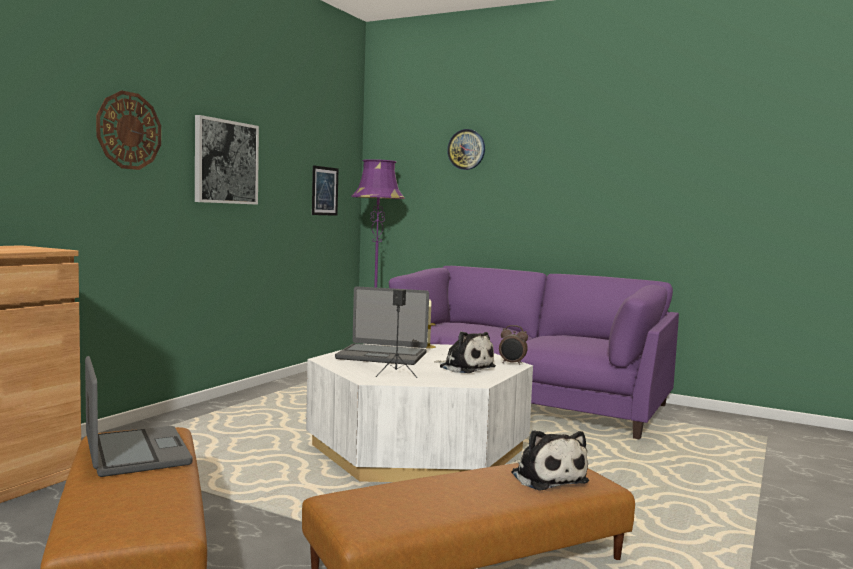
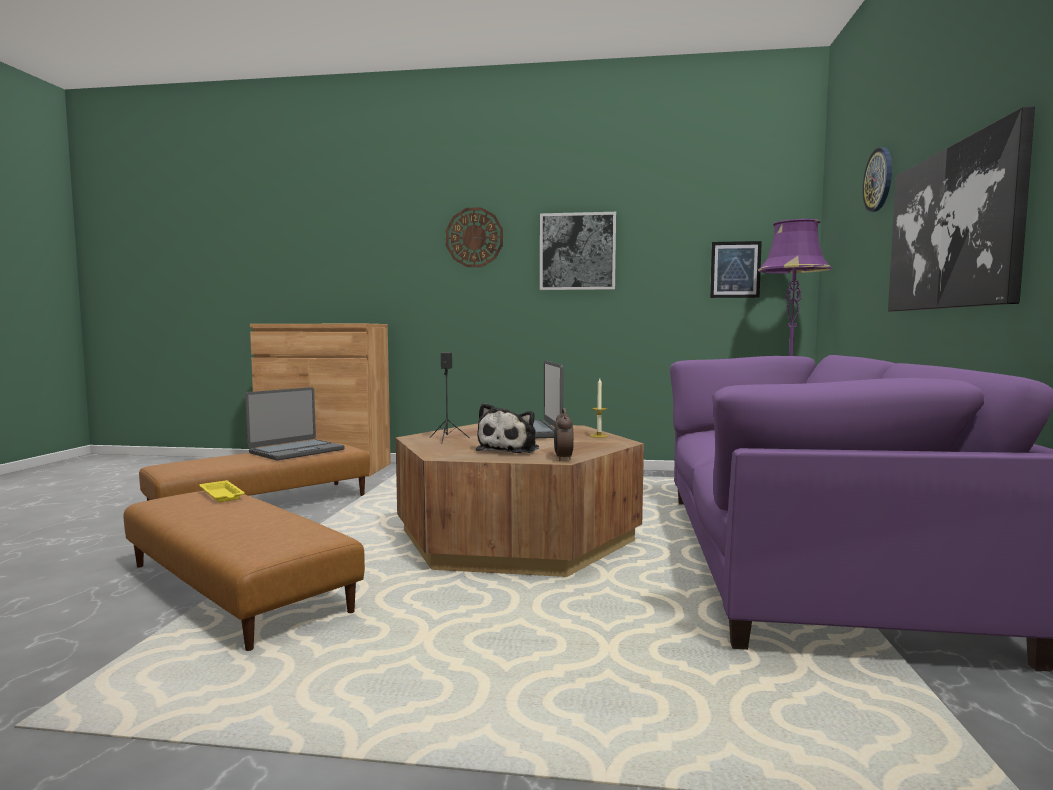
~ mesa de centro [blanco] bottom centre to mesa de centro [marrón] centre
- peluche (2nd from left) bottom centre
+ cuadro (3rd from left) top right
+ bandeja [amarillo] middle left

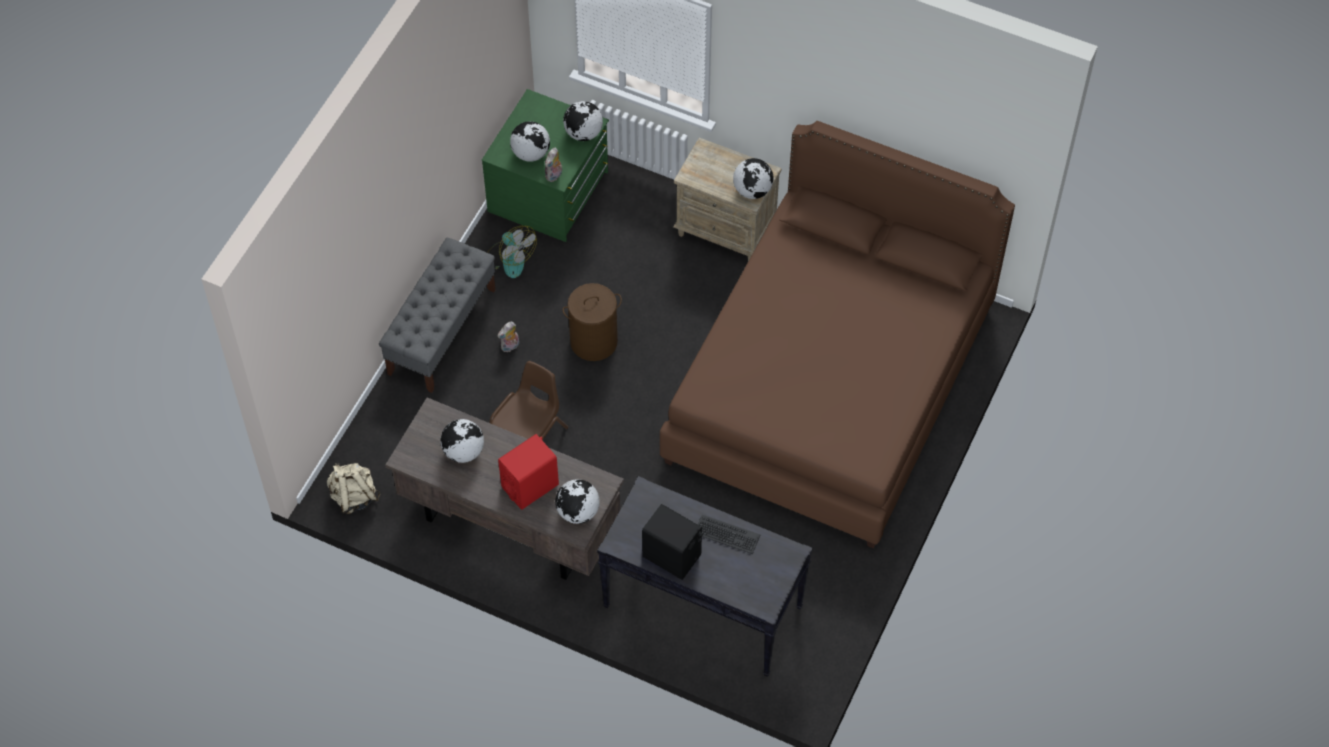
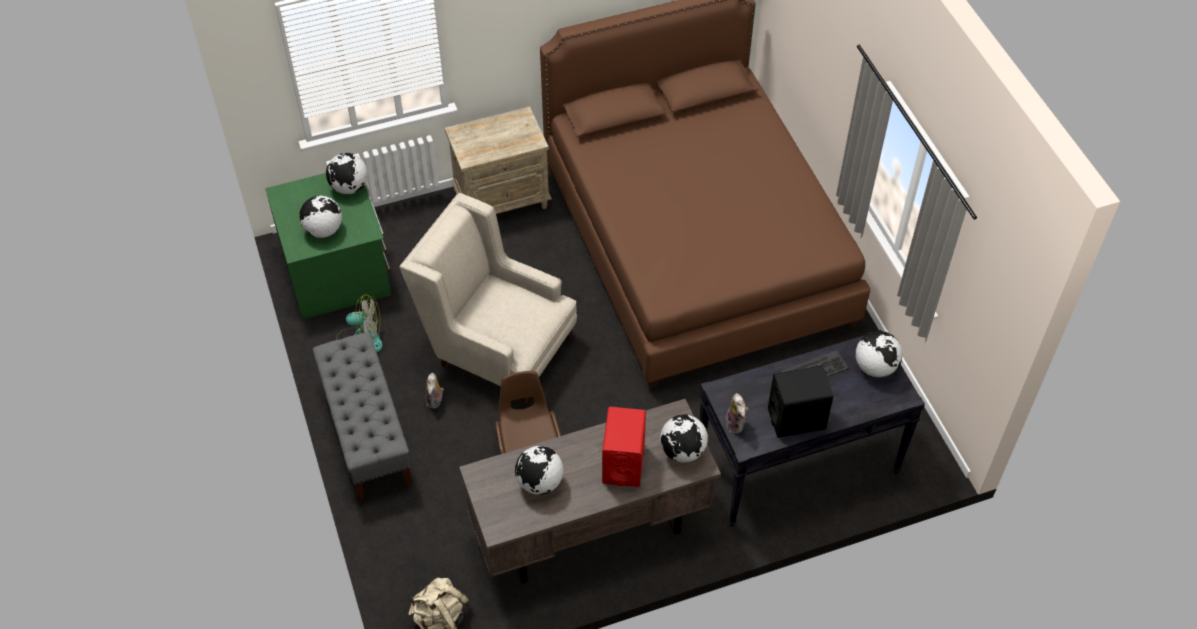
~ peluche (2nd from left) top centre to centre
~ globo terráqueo (5th from left) top centre to middle right
~ cesto de la ropa [marrón] centre to sillón [beis] centre

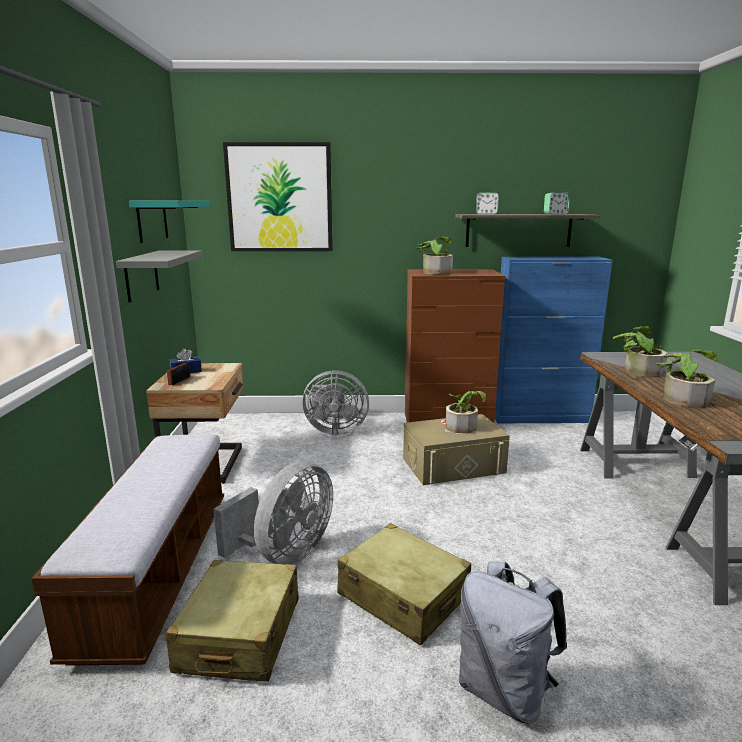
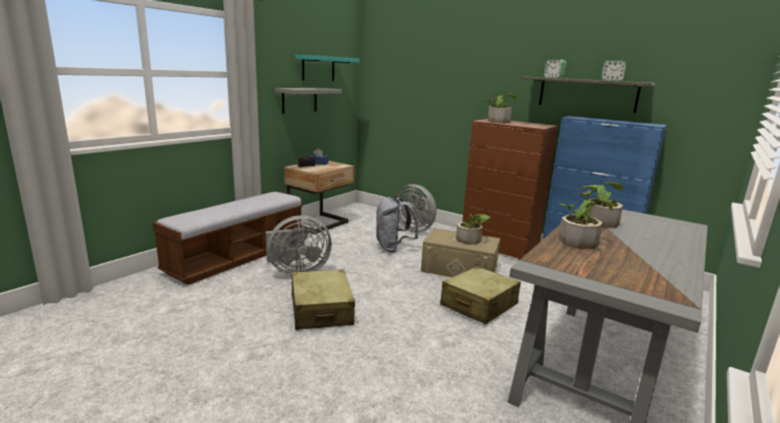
- cuadro top centre
~ maleta [beis] (1st from left in the first image) bottom left to maleta [beis] (2nd from left) bottom centre
~ mochila [gris] bottom right to centre

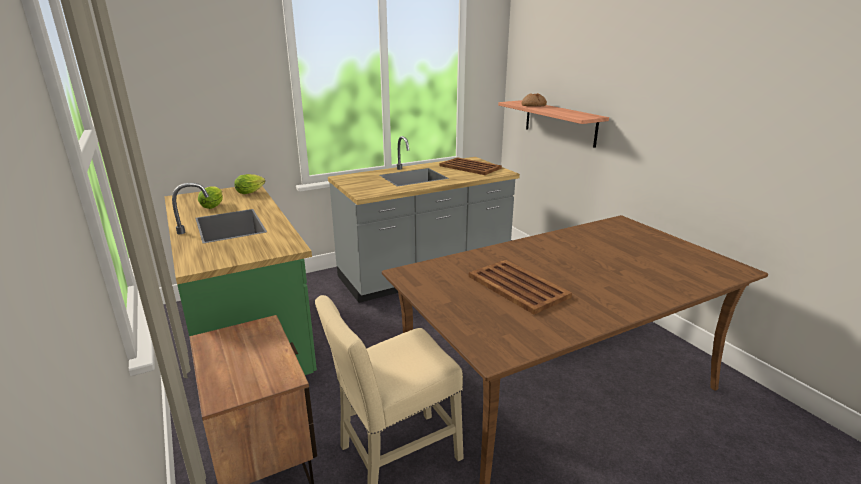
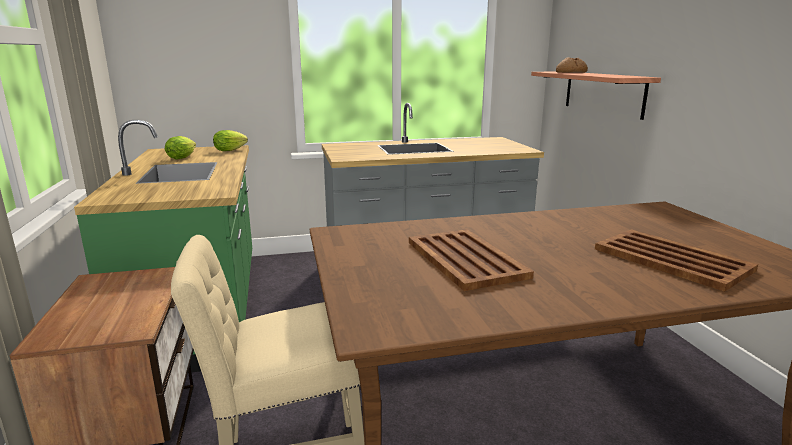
~ bandeja [marrón] (1st from left in the first image) centre to bandeja [marrón] (2nd from left) middle right

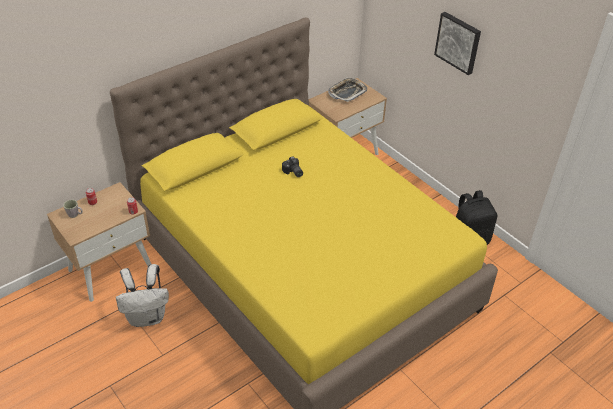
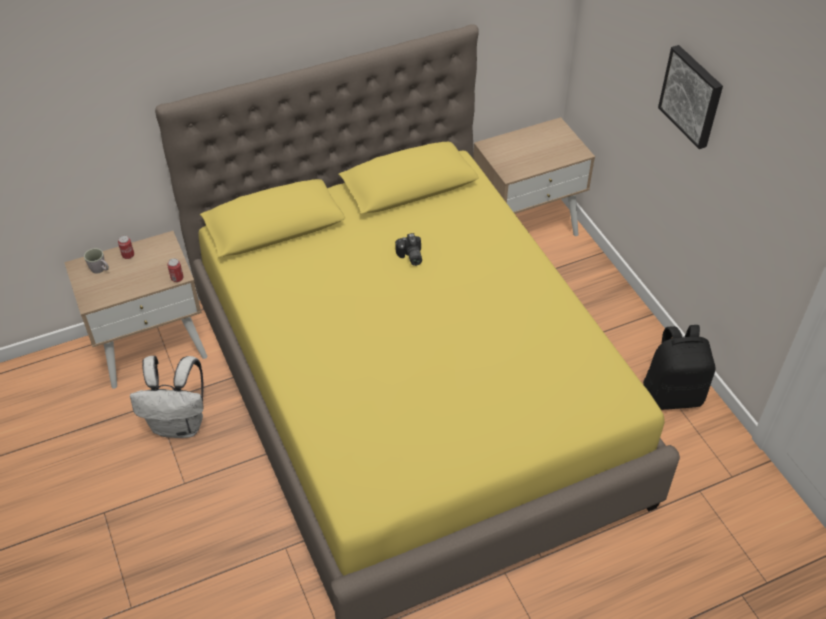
- bandeja top centre

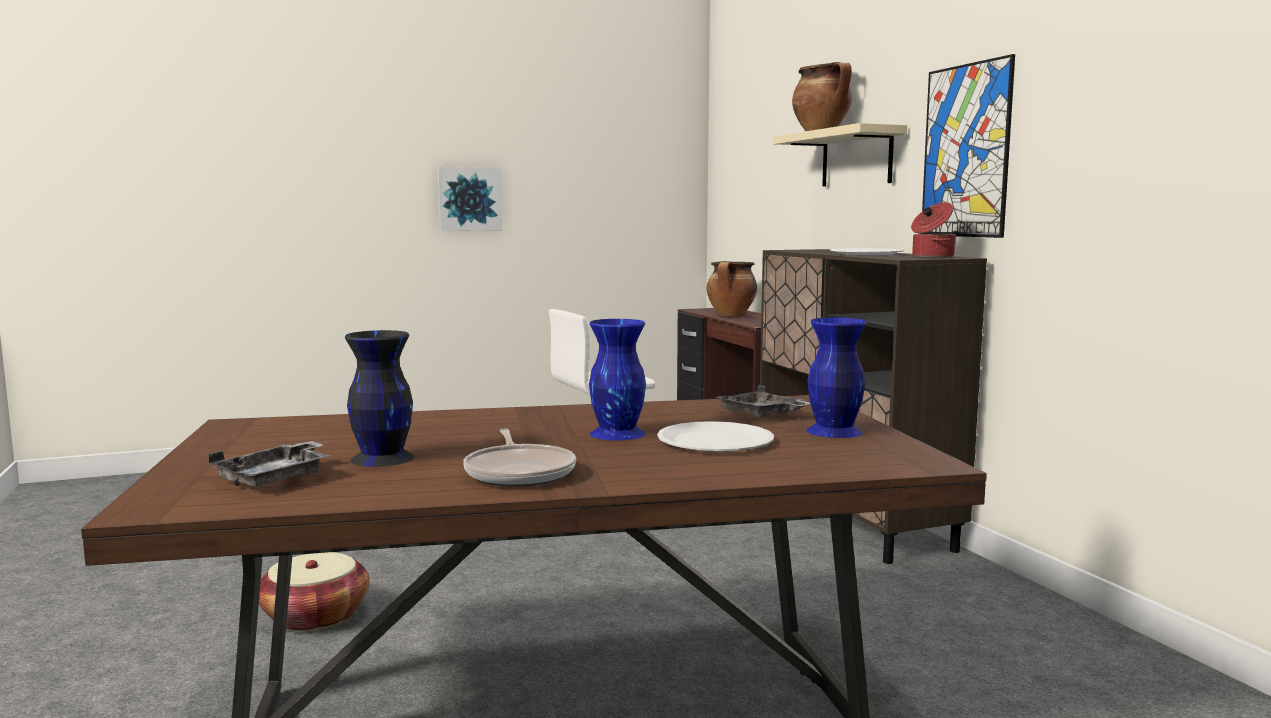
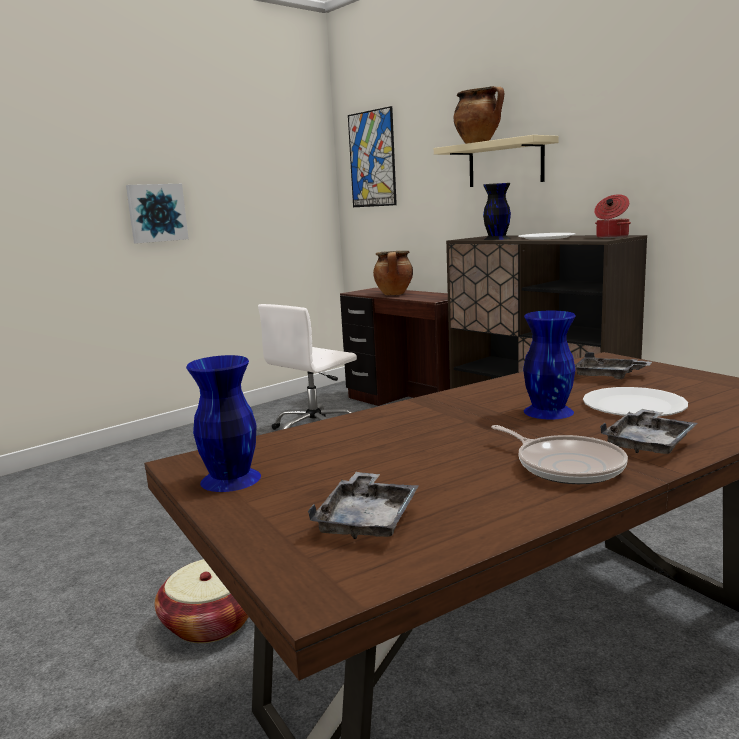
~ cuadro (2nd from left) top right to top centre
~ florero [azul] (2nd from left in the first image) centre to florero [azul] (1st from left) middle left
~ florero [negro] middle left to top right
+ bandeja [gris] (3rd from left) middle right

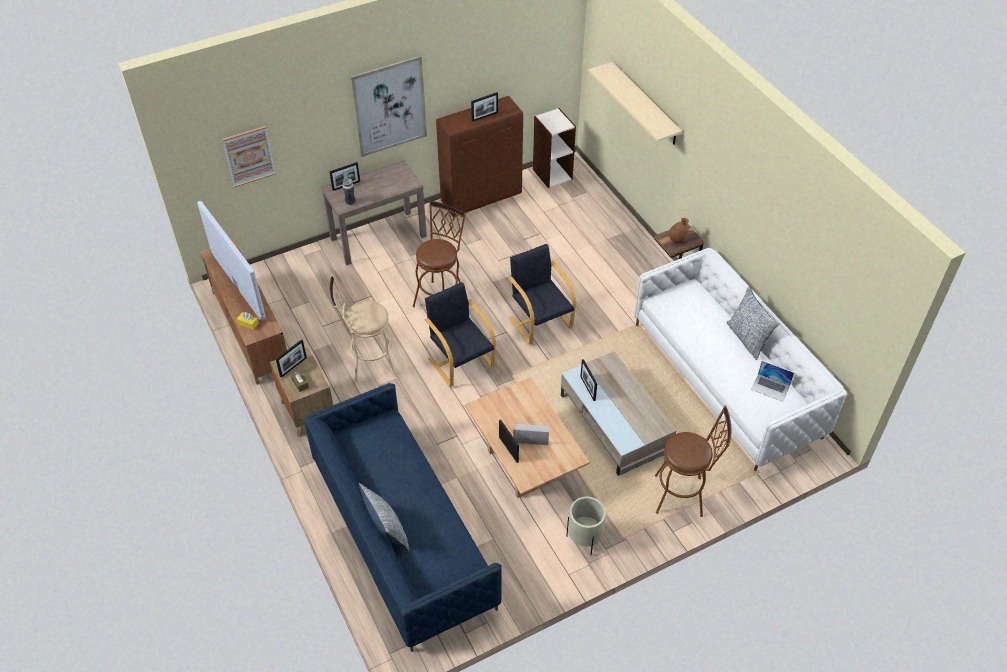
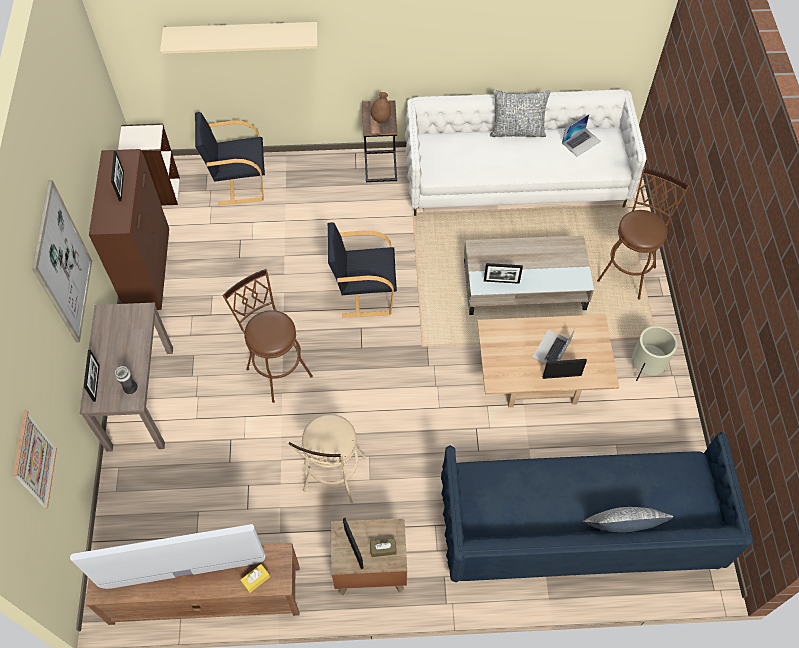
~ sillón [negro] (1st from left) centre to top left

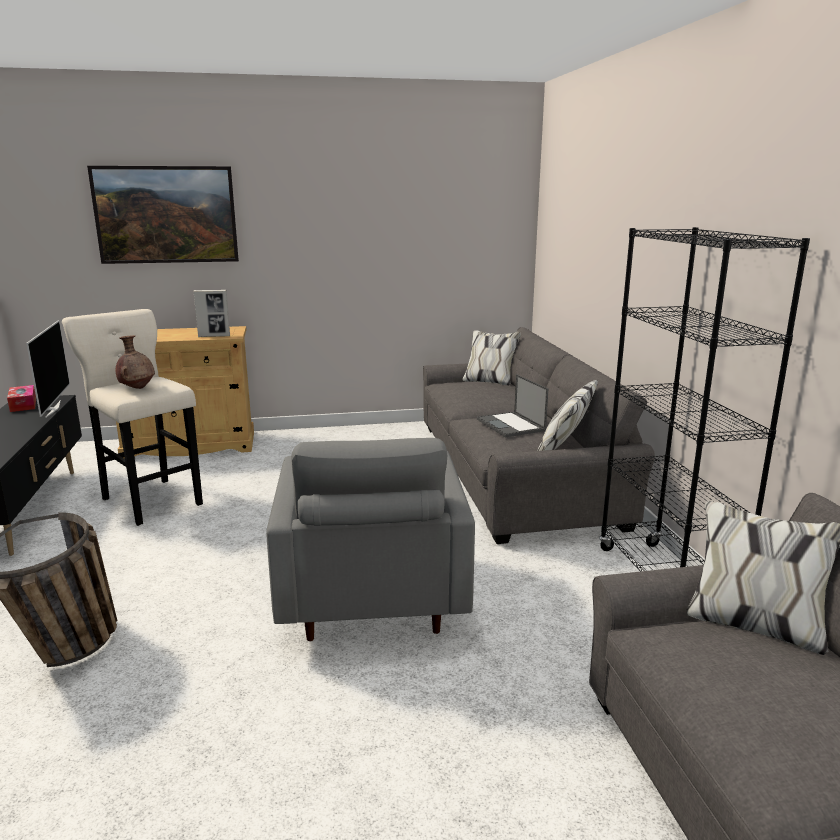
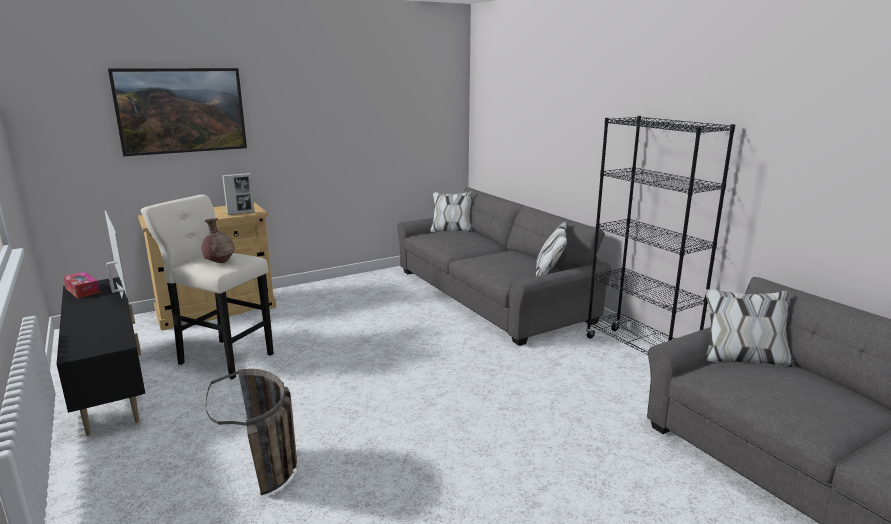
- portátil centre
- sillón [gris] centre

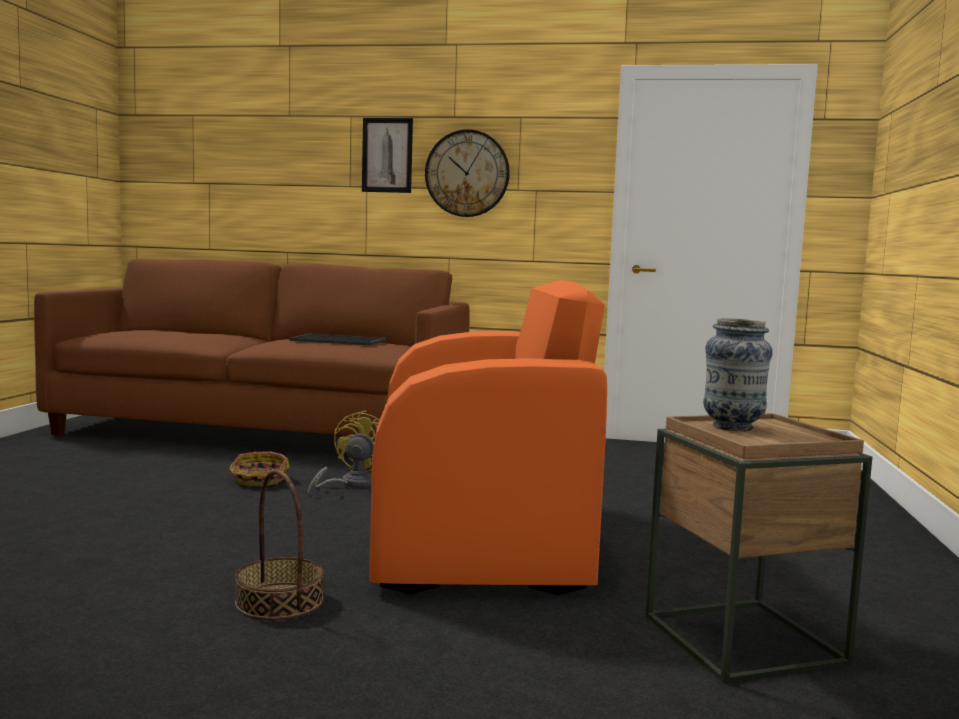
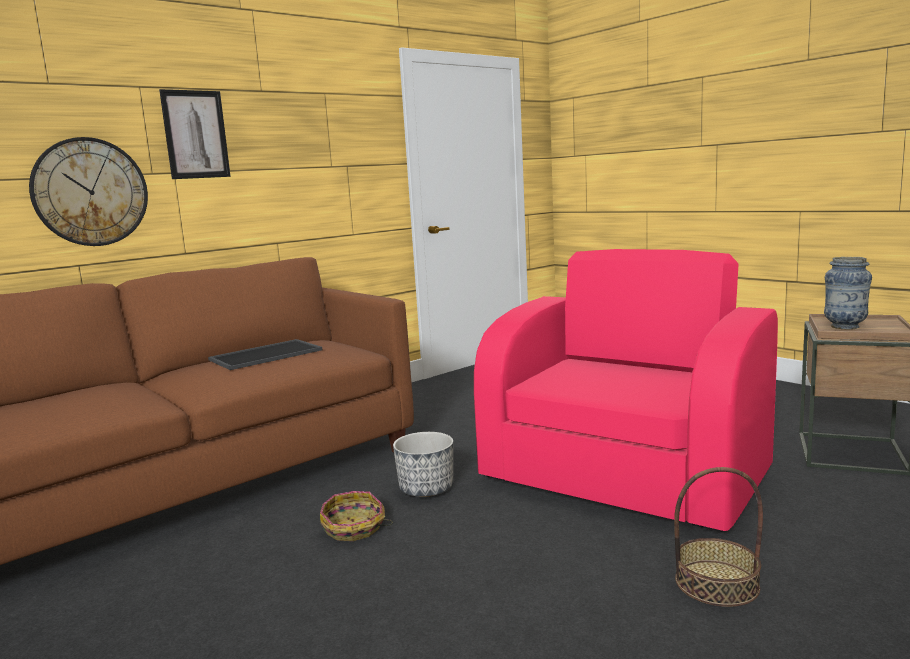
~ reloj de pared top centre to top left
~ sillón [naranja] centre to sillón [rosa] middle right
~ ventilador [amarillo] centre to maceta bottom centre

